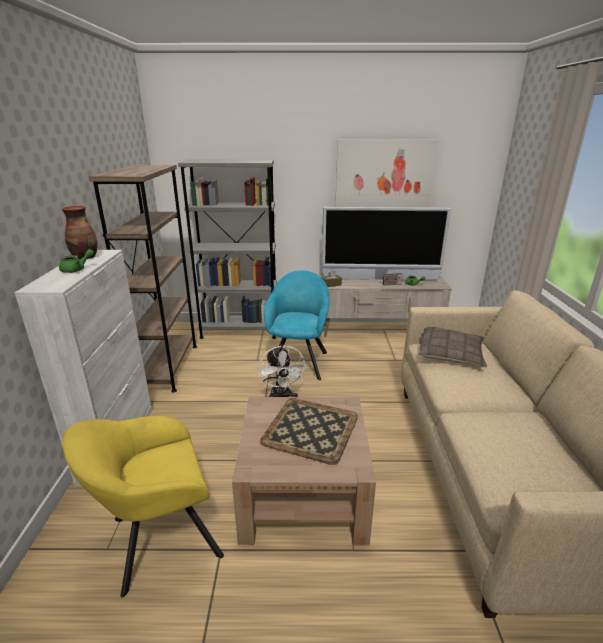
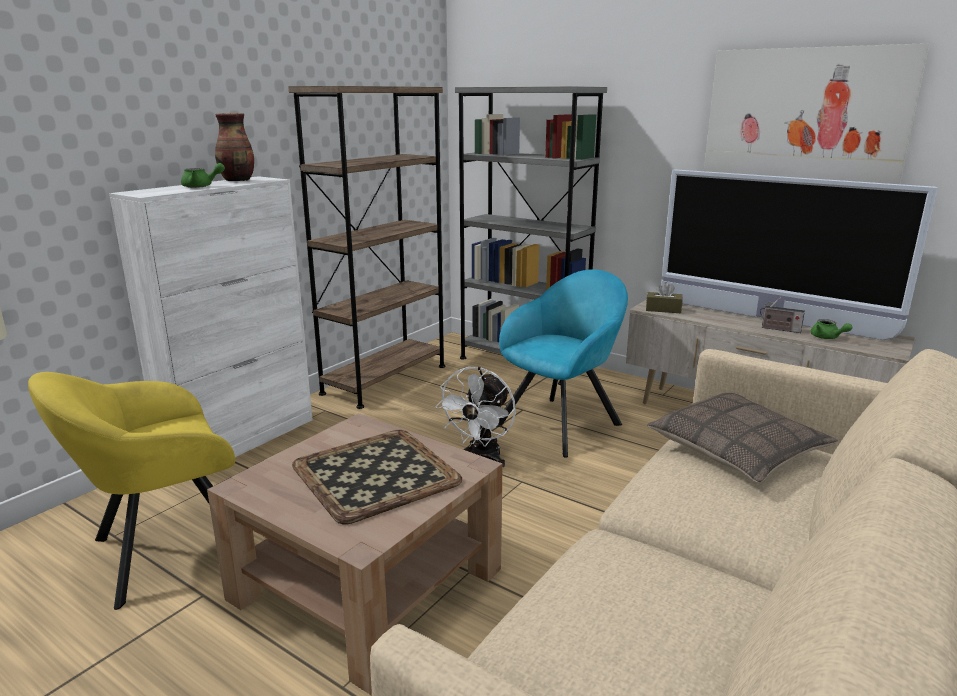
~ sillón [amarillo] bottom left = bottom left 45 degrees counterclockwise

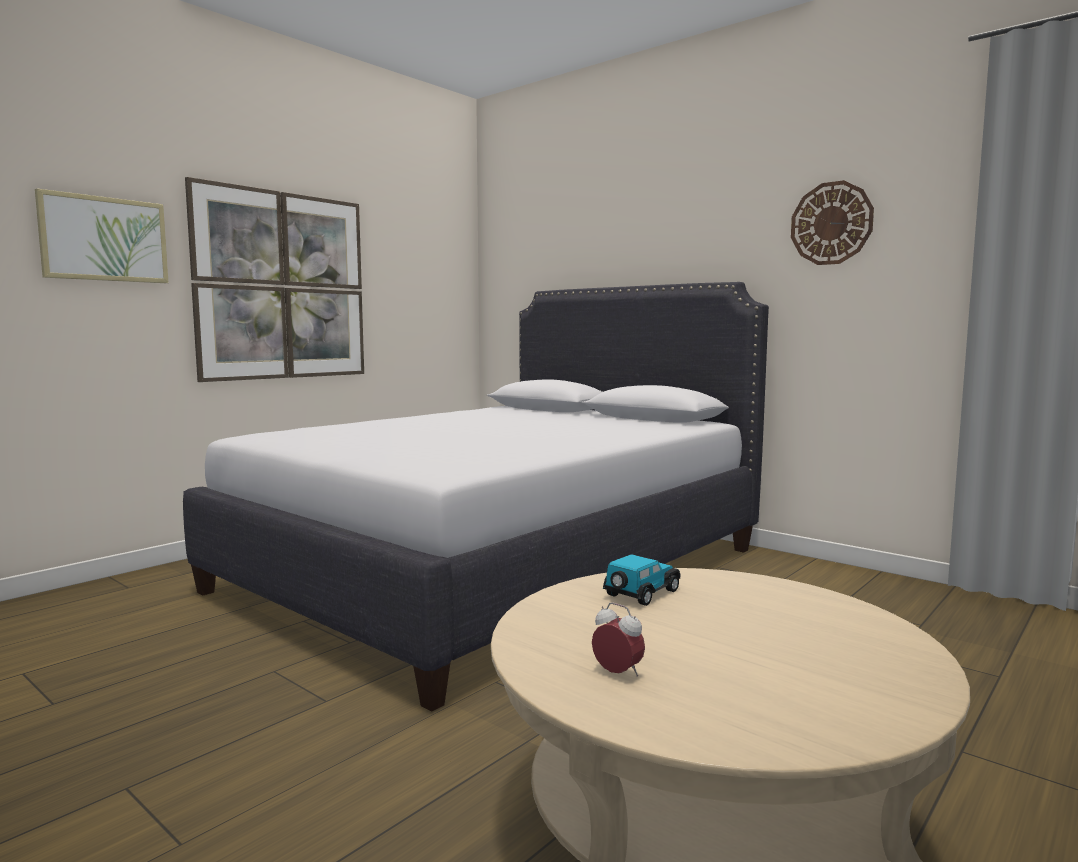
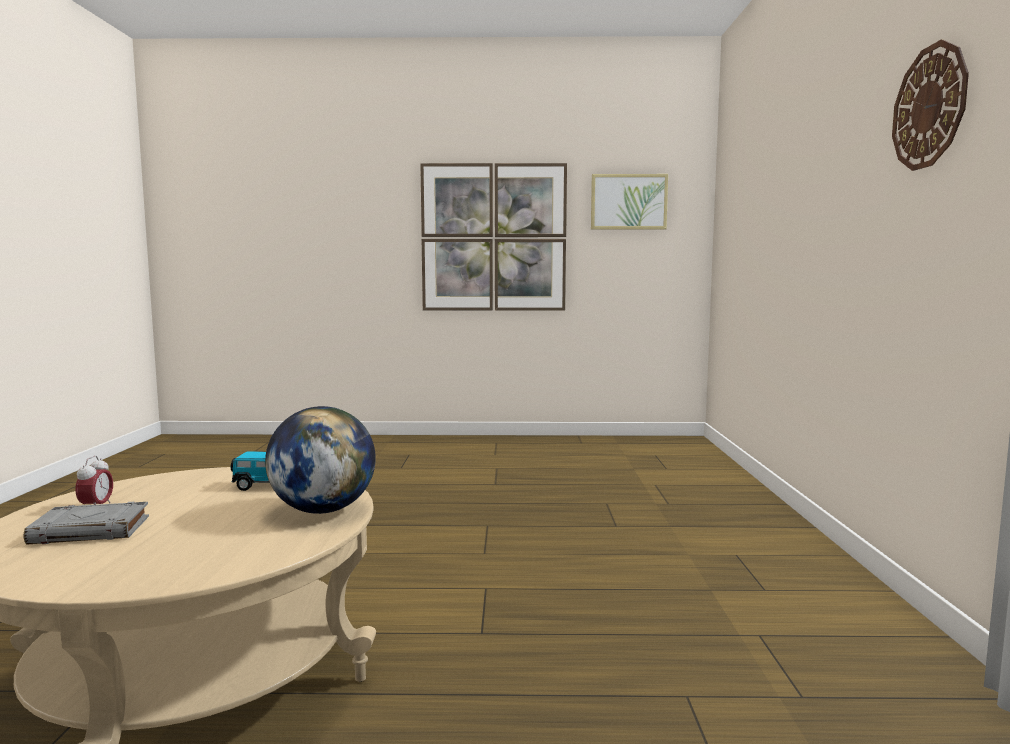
~ cuadro (1st from left in the first image) top left to cuadro (2nd from left) top centre
- cama [blanco] centre
+ globo terráqueo middle left
+ libro [gris] bottom left

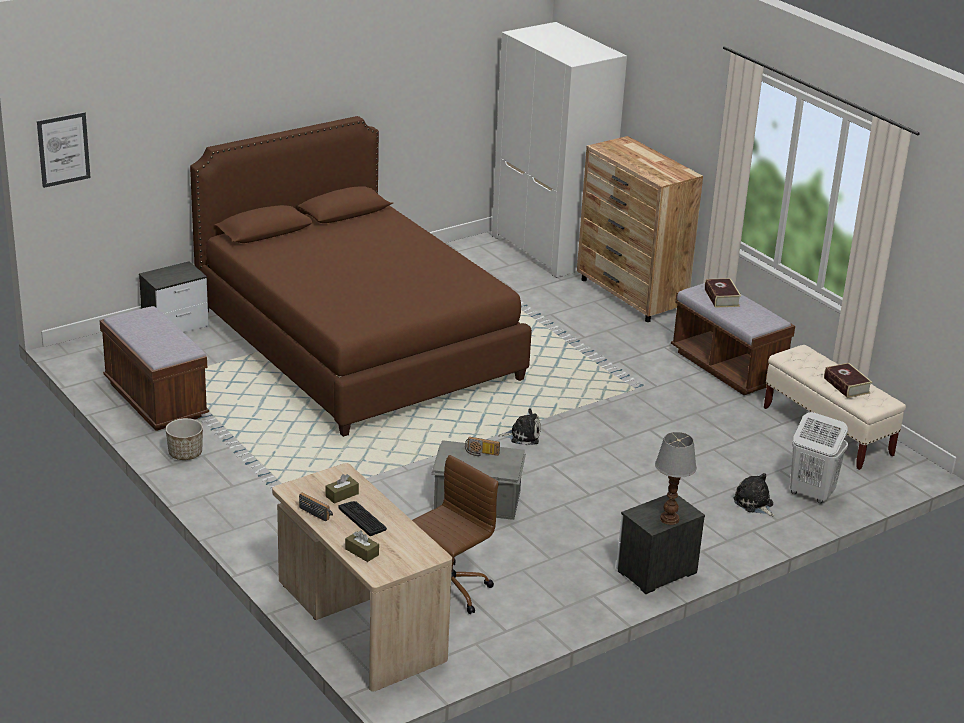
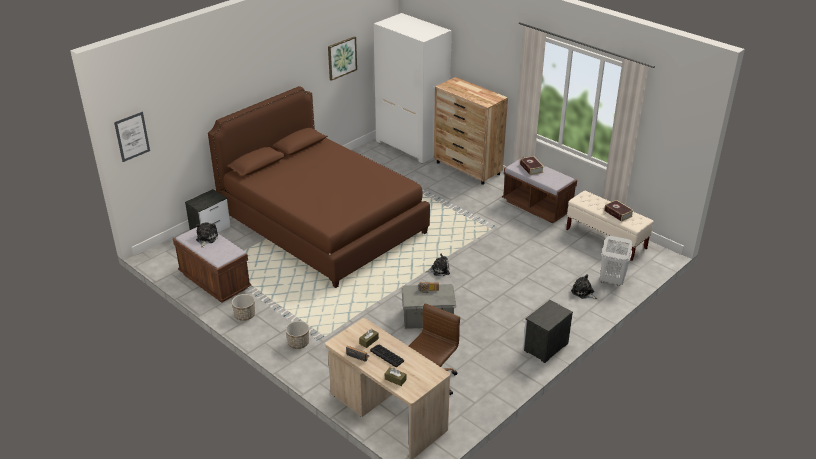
- lámpara de mesa middle right
+ cuadro (2nd from left) top centre
+ peluche (1st from left) middle left
+ maceta (2nd from left) bottom centre

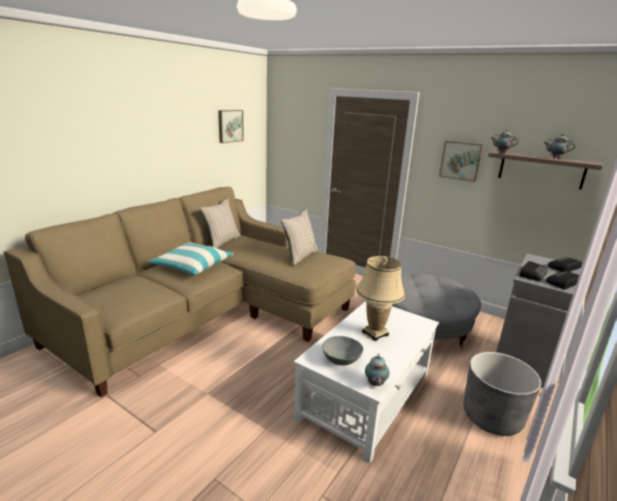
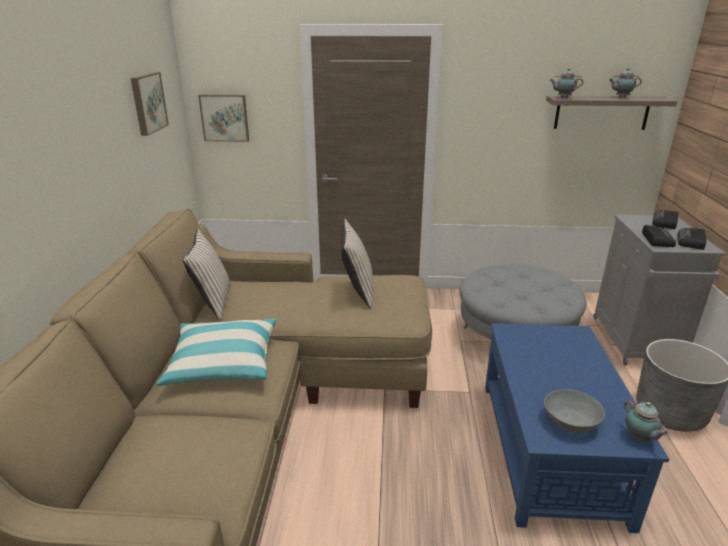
~ cuadro (2nd from left) top right to top left
- lámpara de mesa [beis] centre
~ mesa de centro [blanco] bottom centre to mesa de centro [azul] bottom right

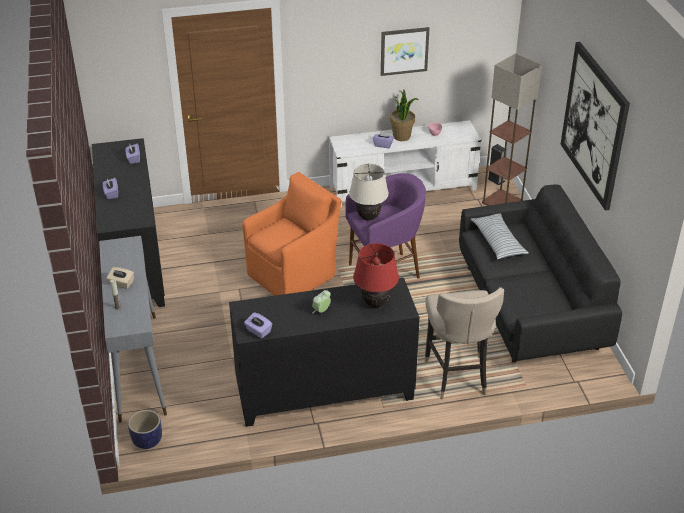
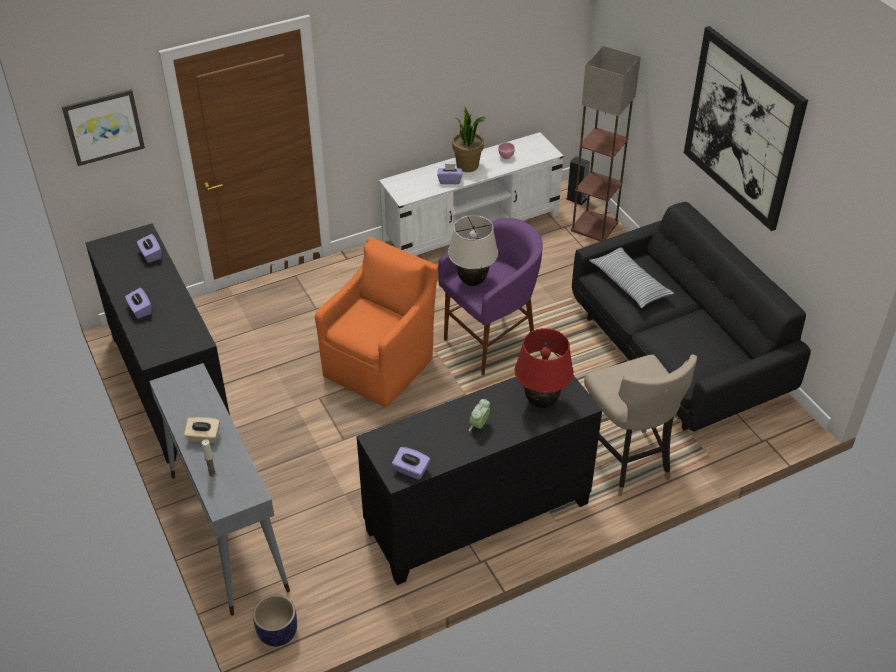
~ cuadro (1st from left) top centre to top left

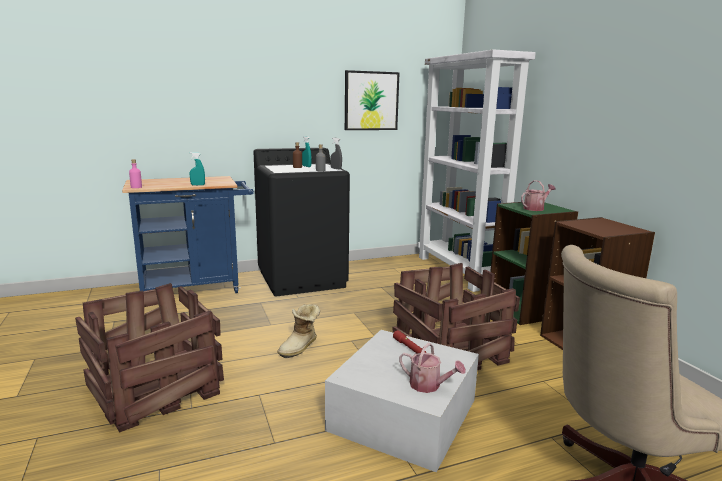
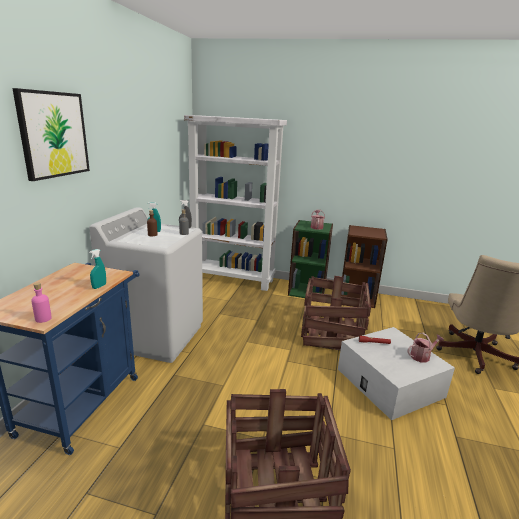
~ cuadro top centre to top left
~ lavadora [negro] centre to lavadora [blanco] middle left
- bota bottom centre

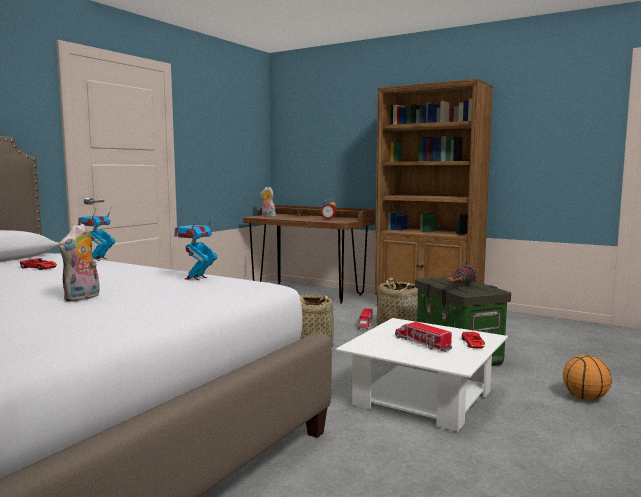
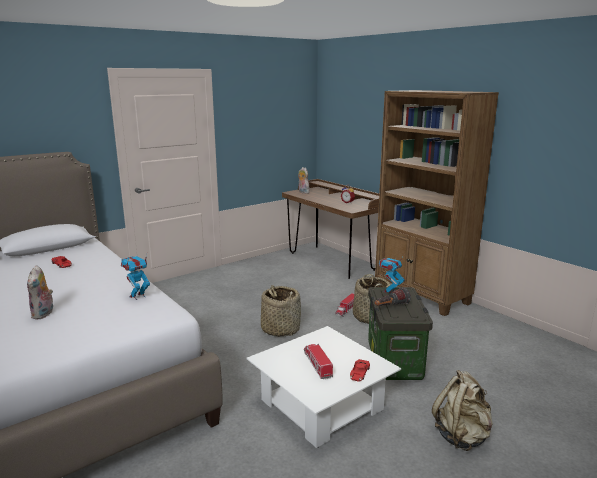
~ robot de juguete (1st from left in the first image) middle left to robot de juguete (2nd from left) centre
~ peluche (1st from left) middle left = middle left 45 degrees counterclockwise
~ balón de baloncesto bottom right to mochila [beis] bottom right

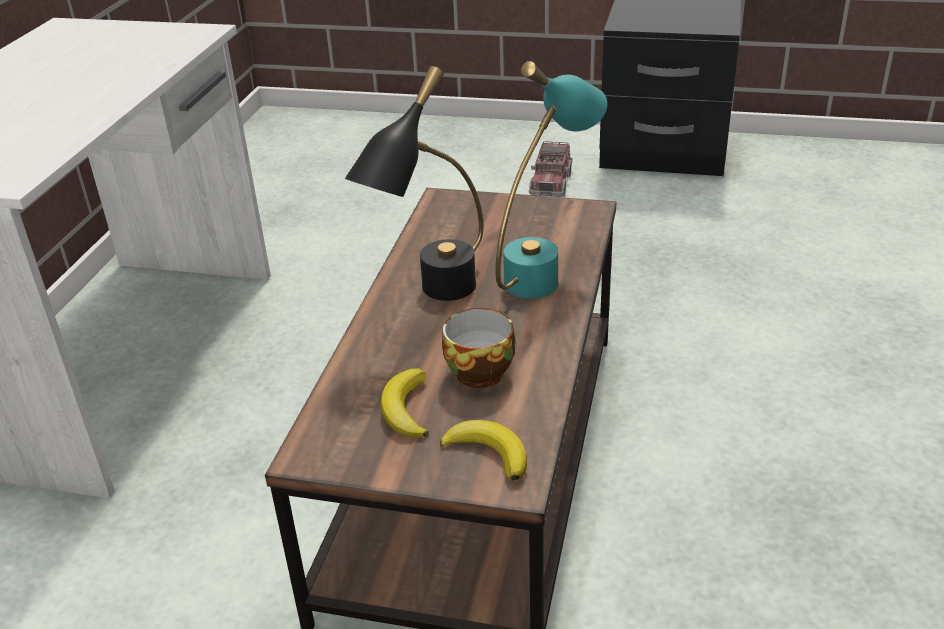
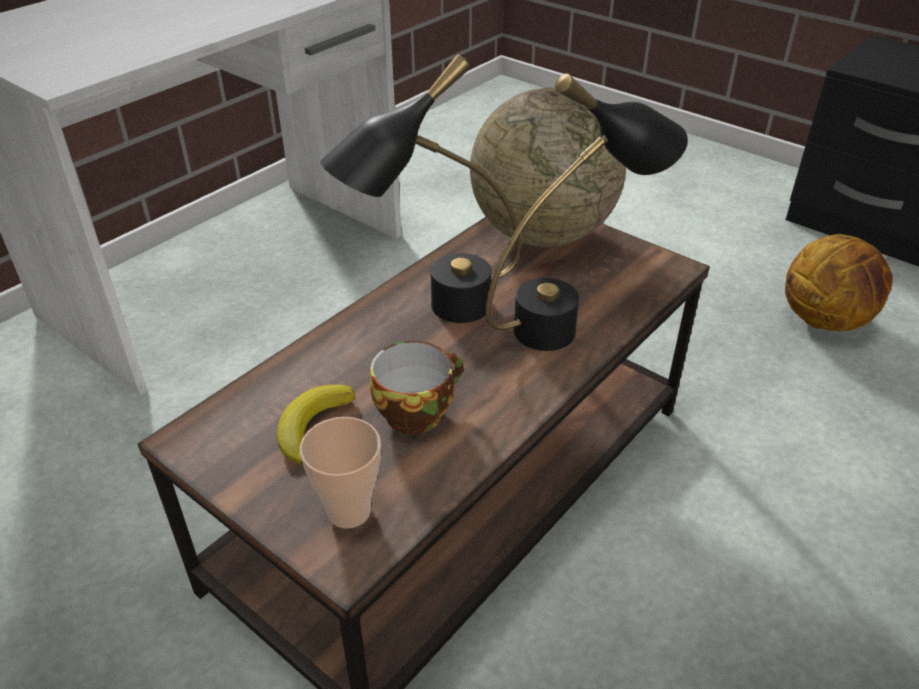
~ lámpara de mesa [turquesa] top centre to lámpara de mesa [negro] (2nd from left) top centre
- camión de juguete top centre
~ plátano (2nd from left) bottom centre to taza (1st from left) bottom centre
+ globo terráqueo top centre
+ balón de baloncesto middle right

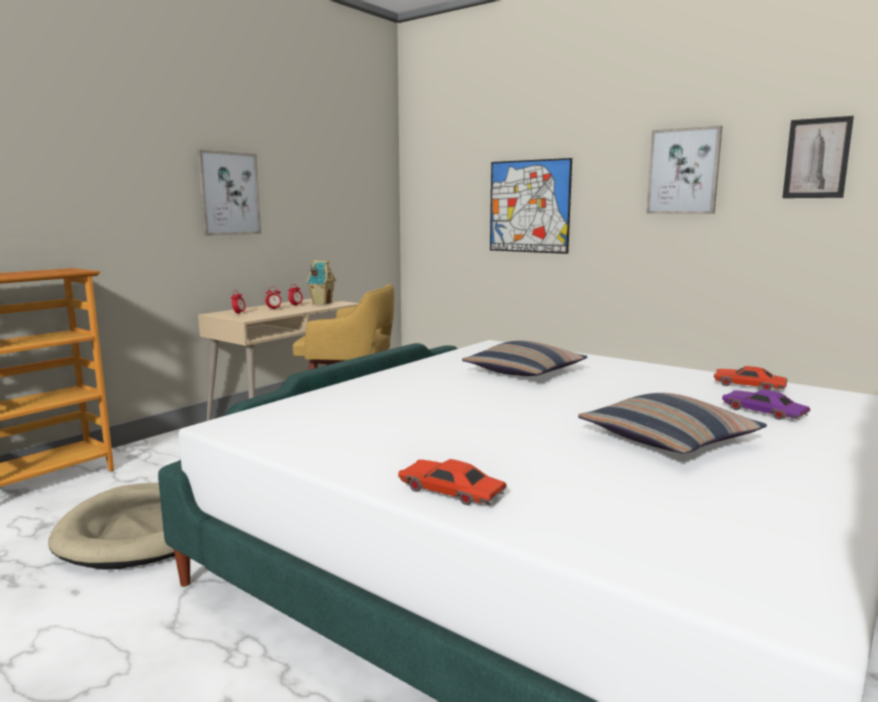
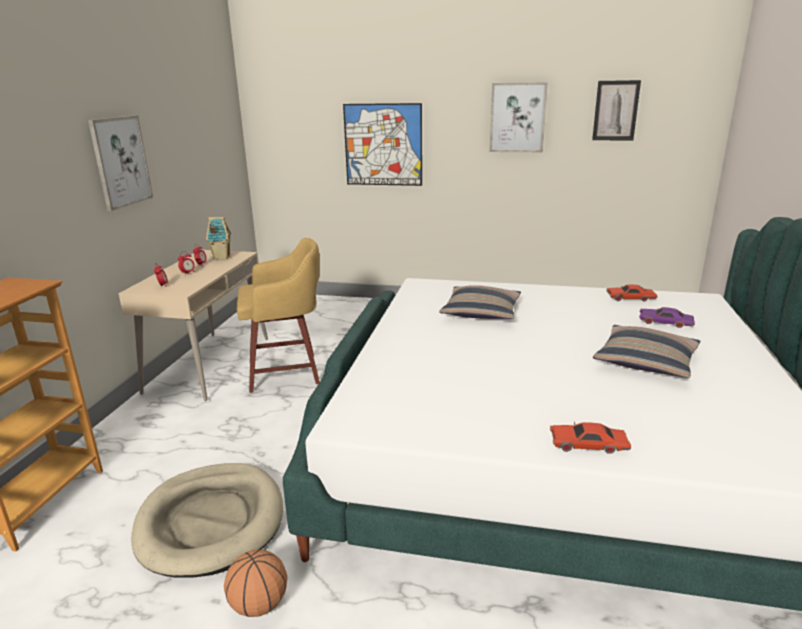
+ balón de baloncesto bottom left

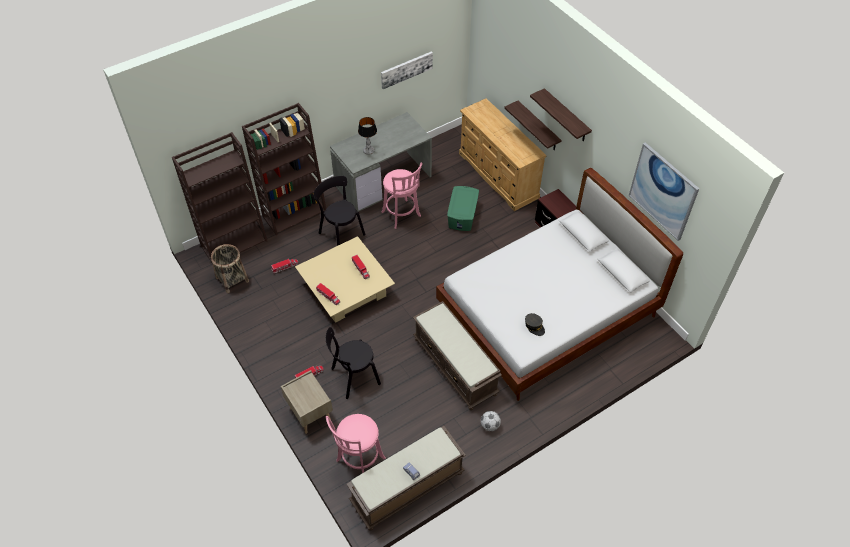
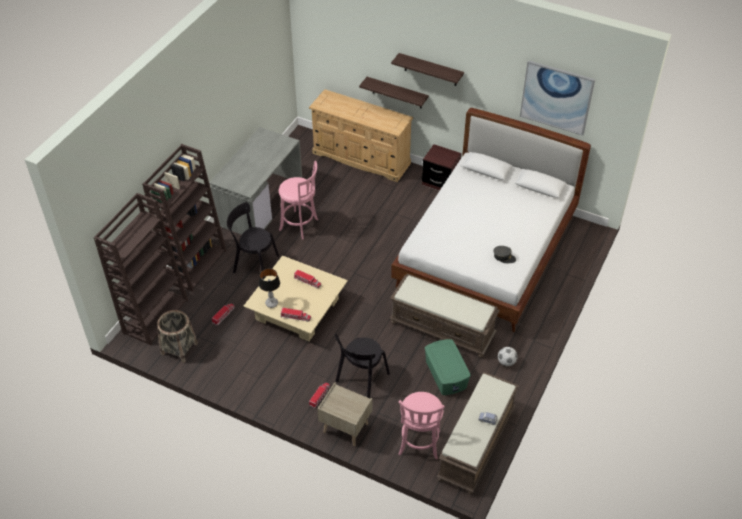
- cuadro (1st from left) top centre
~ lámpara de mesa top centre to centre
~ caja de almacenaje [verde] centre to bottom centre

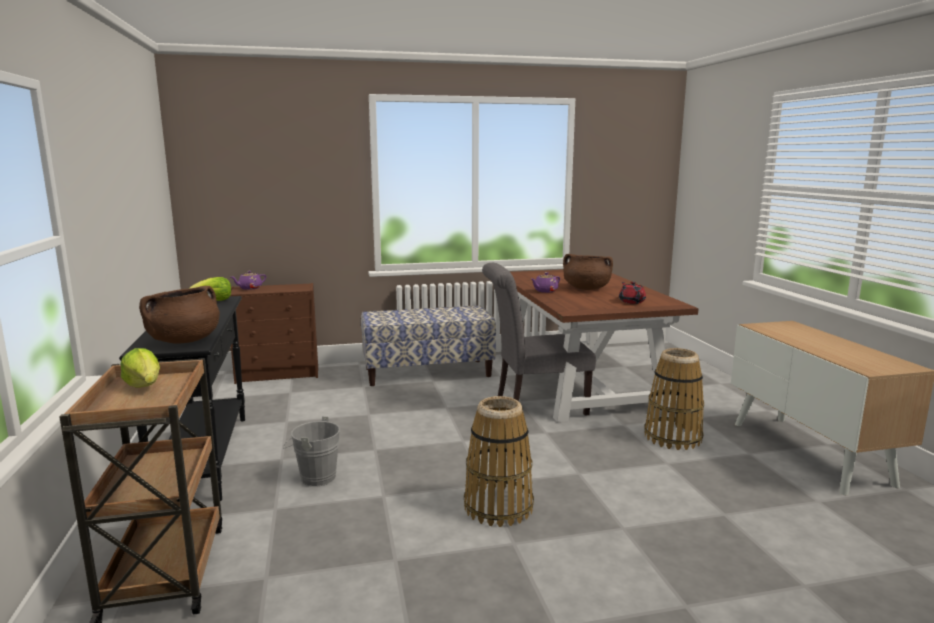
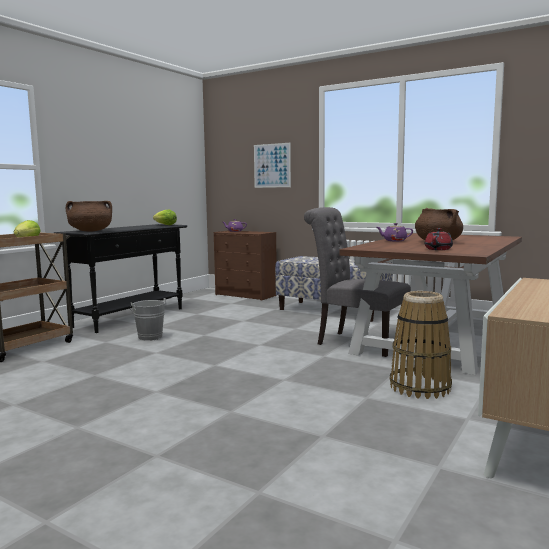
- cesta (1st from left) bottom centre
+ cuadro top centre

